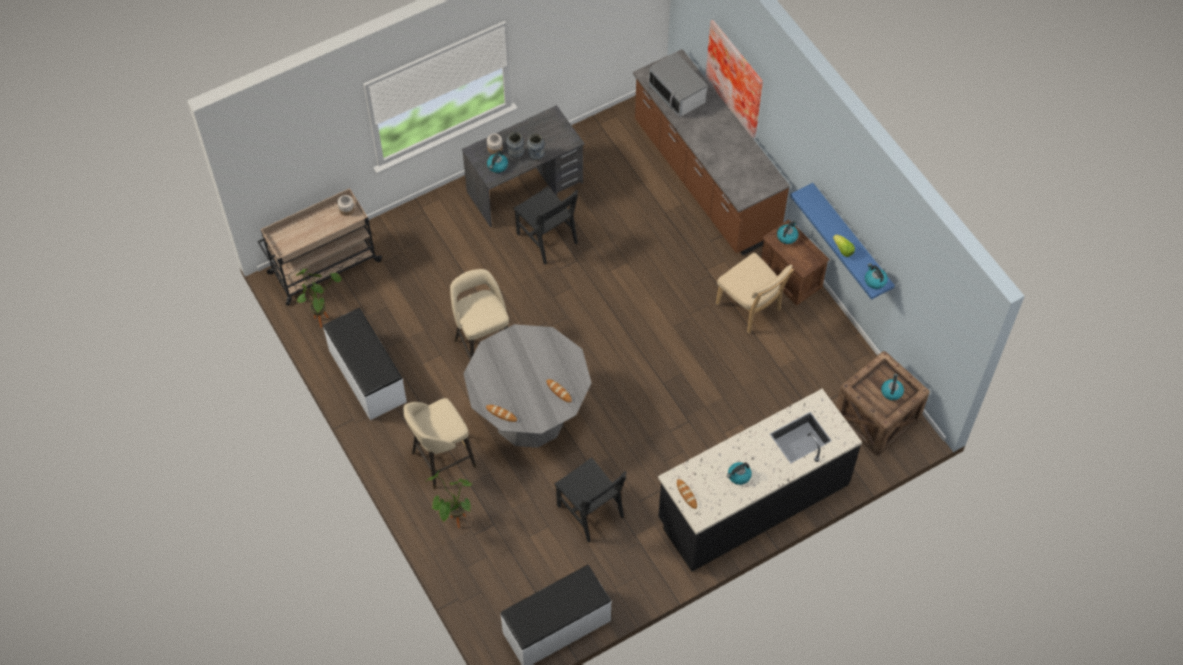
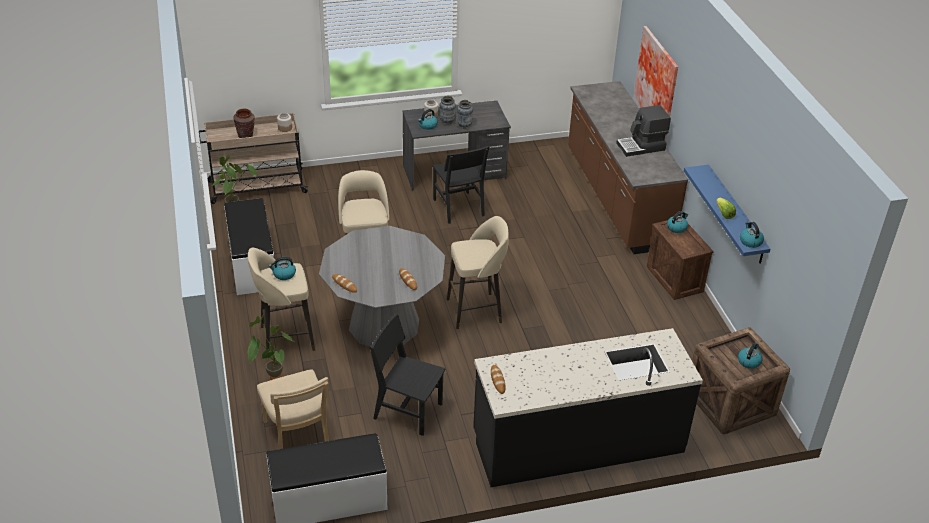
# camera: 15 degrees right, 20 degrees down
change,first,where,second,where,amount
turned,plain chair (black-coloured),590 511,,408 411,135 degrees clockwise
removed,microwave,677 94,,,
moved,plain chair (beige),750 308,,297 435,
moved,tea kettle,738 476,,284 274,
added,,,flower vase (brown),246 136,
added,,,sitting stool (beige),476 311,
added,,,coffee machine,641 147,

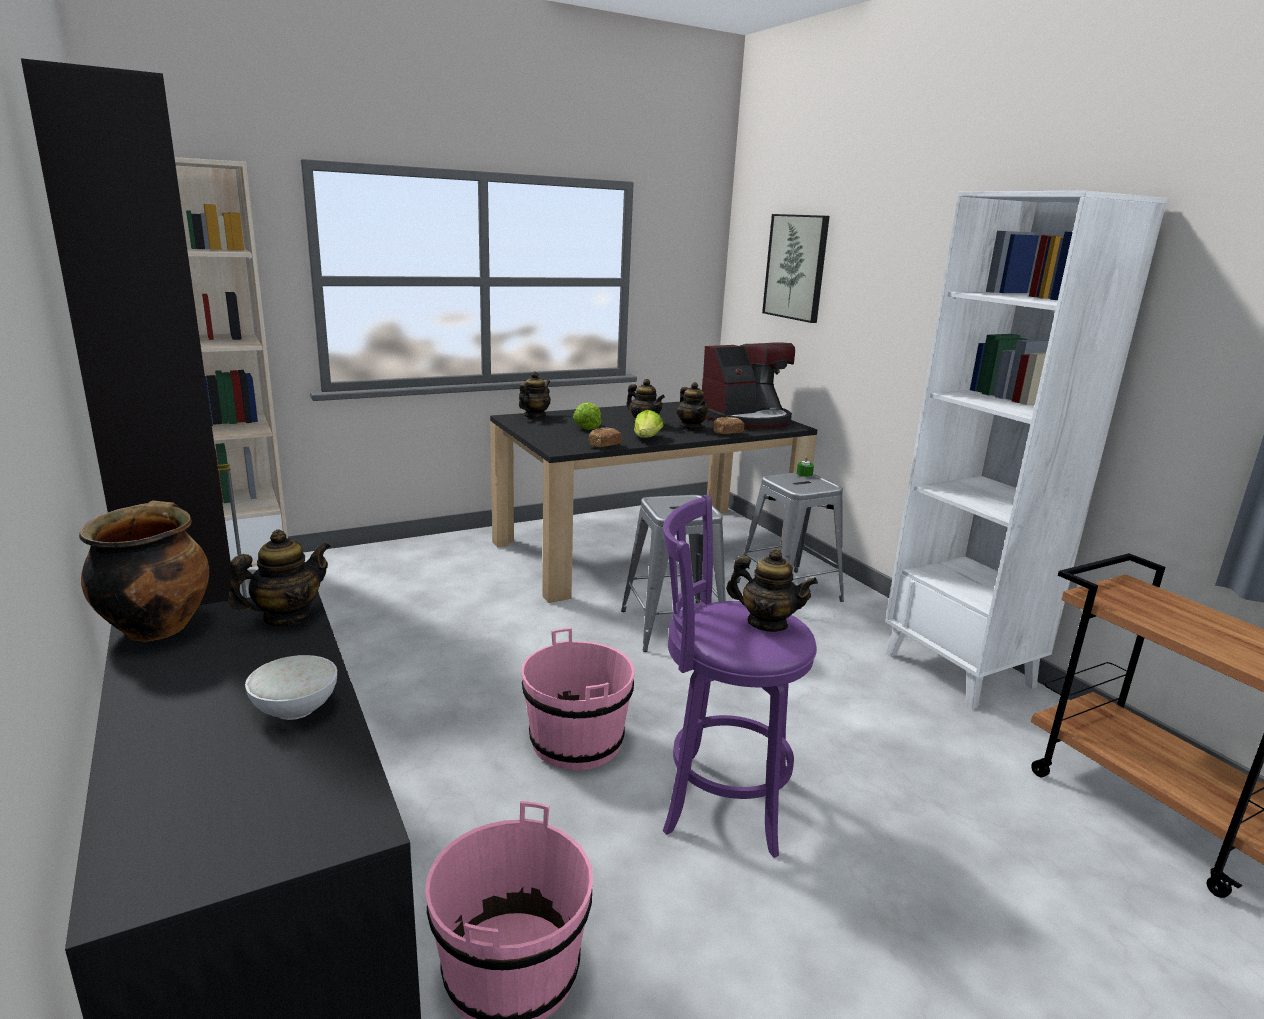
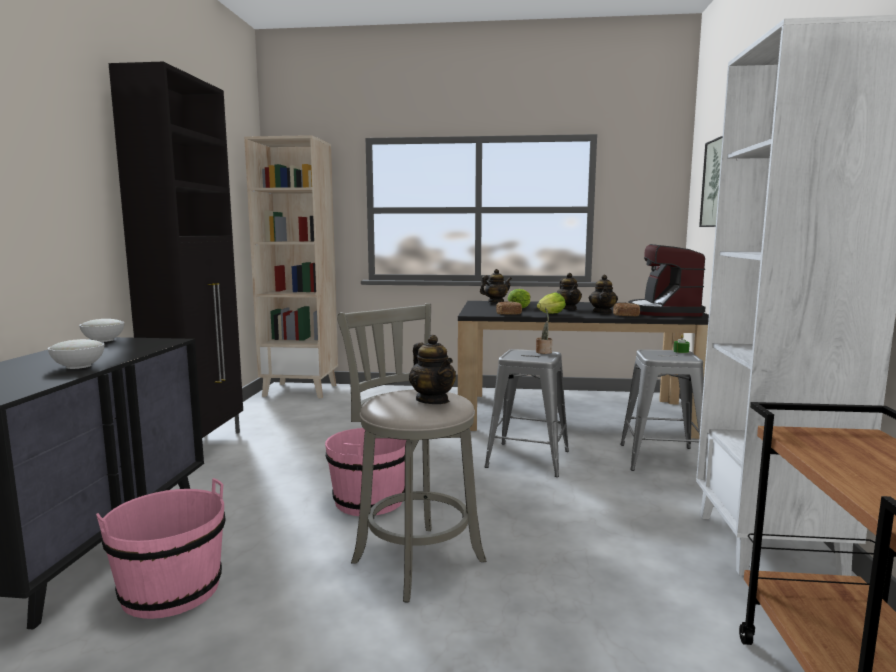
# camera: 35 degrees right, 10 degrees down
change,first,where,second,where,amount
replaced,cooking pot,157 626,bowl (whitish),103 340,
removed,tea pot,286 617,,,
recoloured,sitting stool (purple),719 800,sitting stool (greyish),414 558,
turned,coffee machine,746 419,,664 312,90 degrees clockwise
added,,,plant in a pot,544 352,

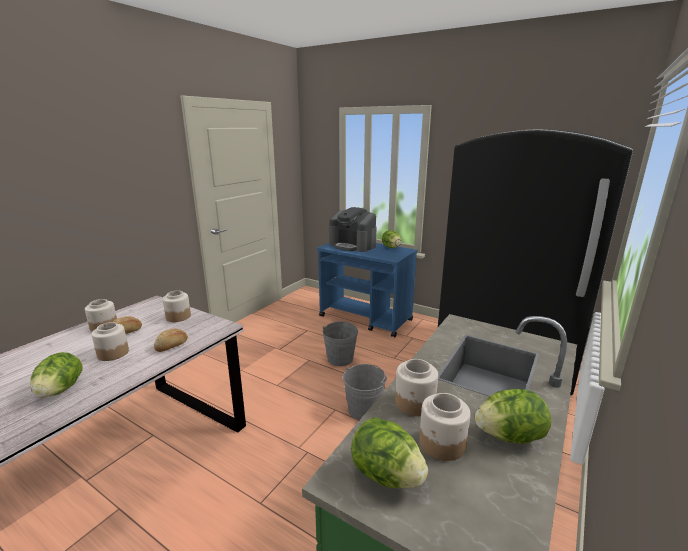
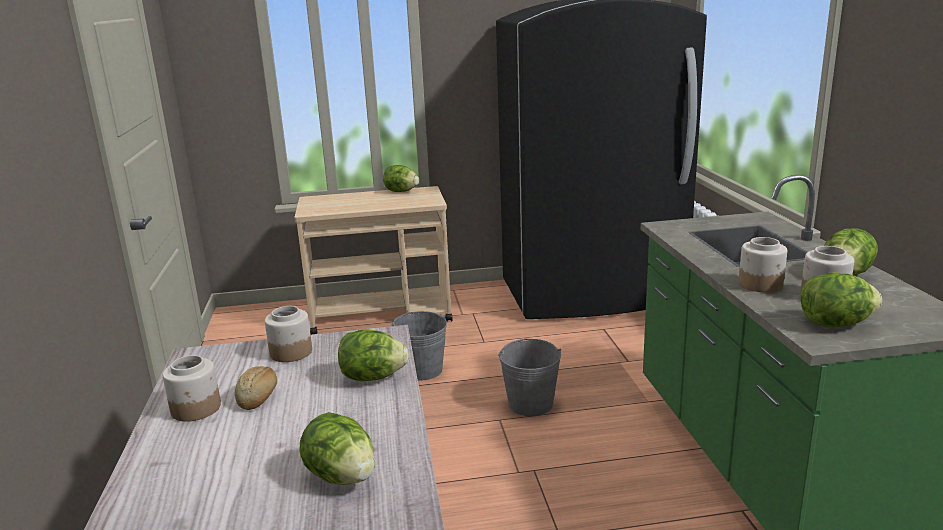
# camera: 40 degrees left, 0 degrees up
change,first,where,second,where,amount
removed,storage jar,113 353,,,
replaced,bakery bread,172 346,lettuce,372 377,
recoloured,trolley (blue-coloured),366 318,trolley (beige),382 315,
removed,coffee machine,353 245,,,

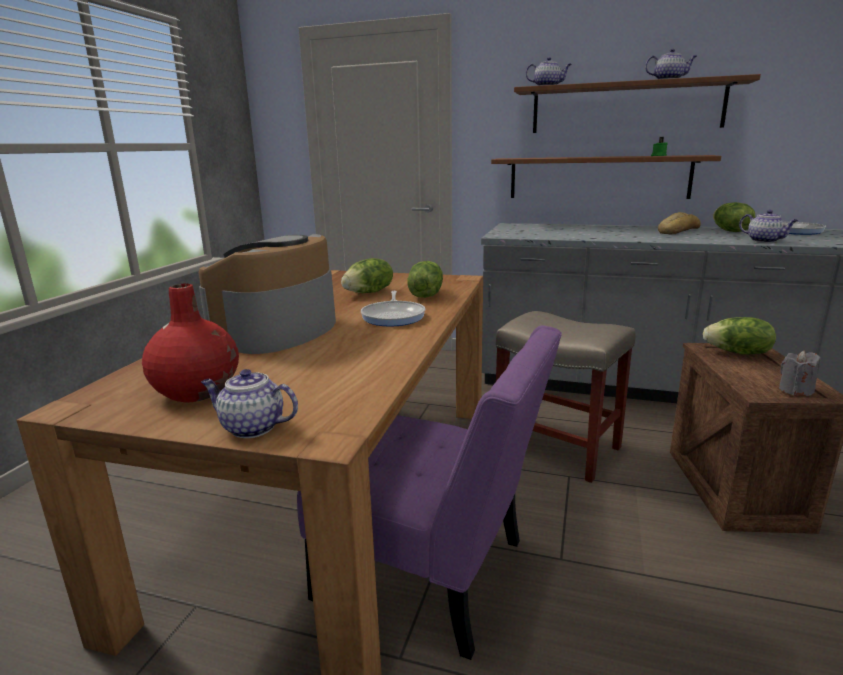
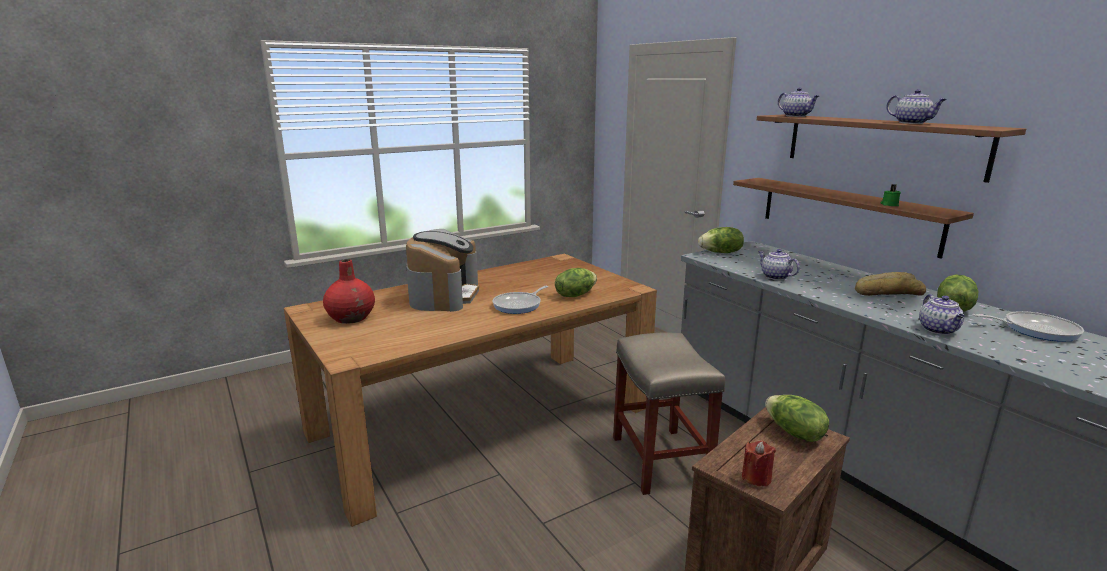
# camera: 40 degrees right, 0 degrees up
change,first,where,second,where,amount
turned,coffee machine,277 331,,444 295,120 degrees clockwise
moved,tea pot,251 428,,775 276,
removed,plain chair (purple),433 574,,,
moved,lettuce,369 292,,721 253,
recoloured,candle (greyish),795 390,candle (reddish),756 478,

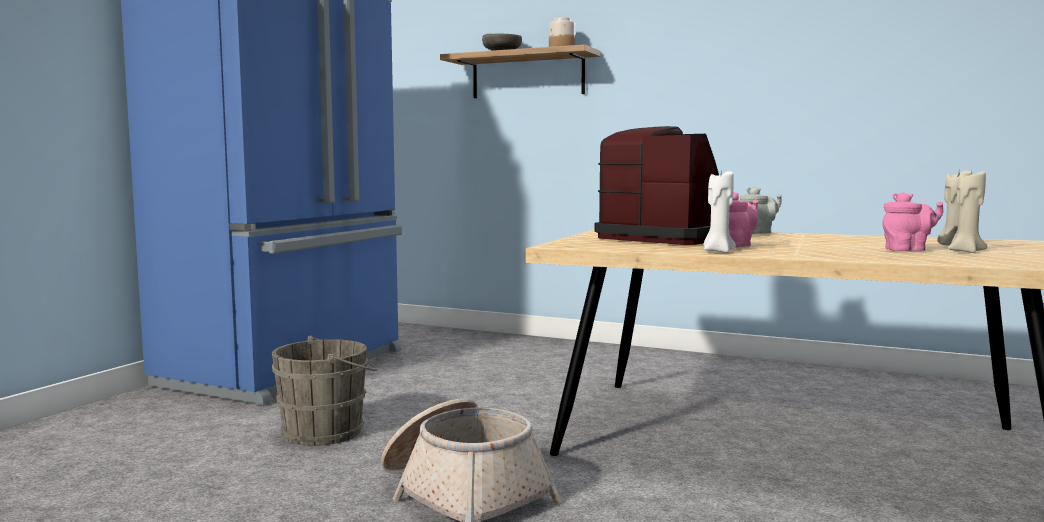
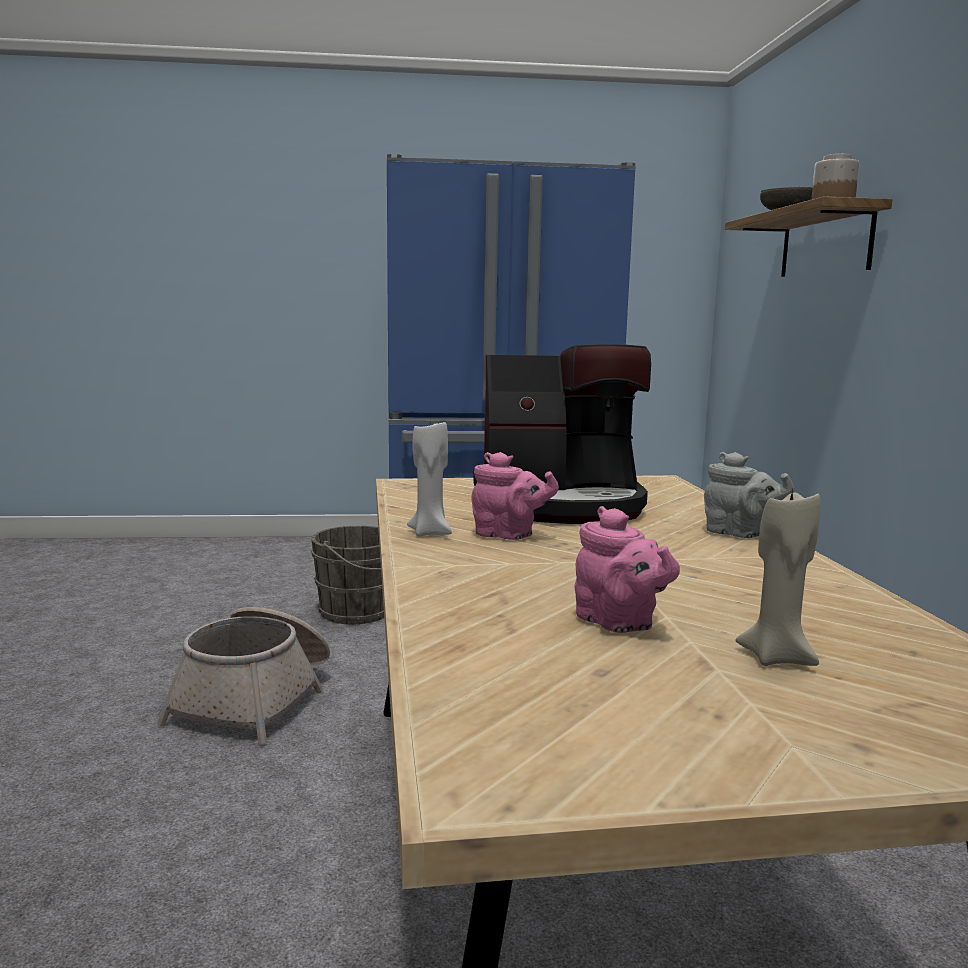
# camera: 60 degrees right, 5 degrees up
change,first,where,second,where,amount
turned,coffee machine,663 238,,560 504,75 degrees clockwise
removed,candle (beige),965 251,,,

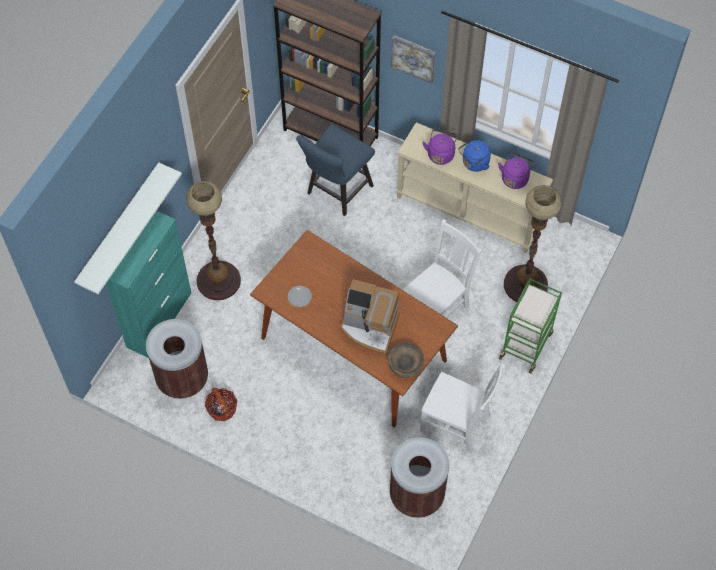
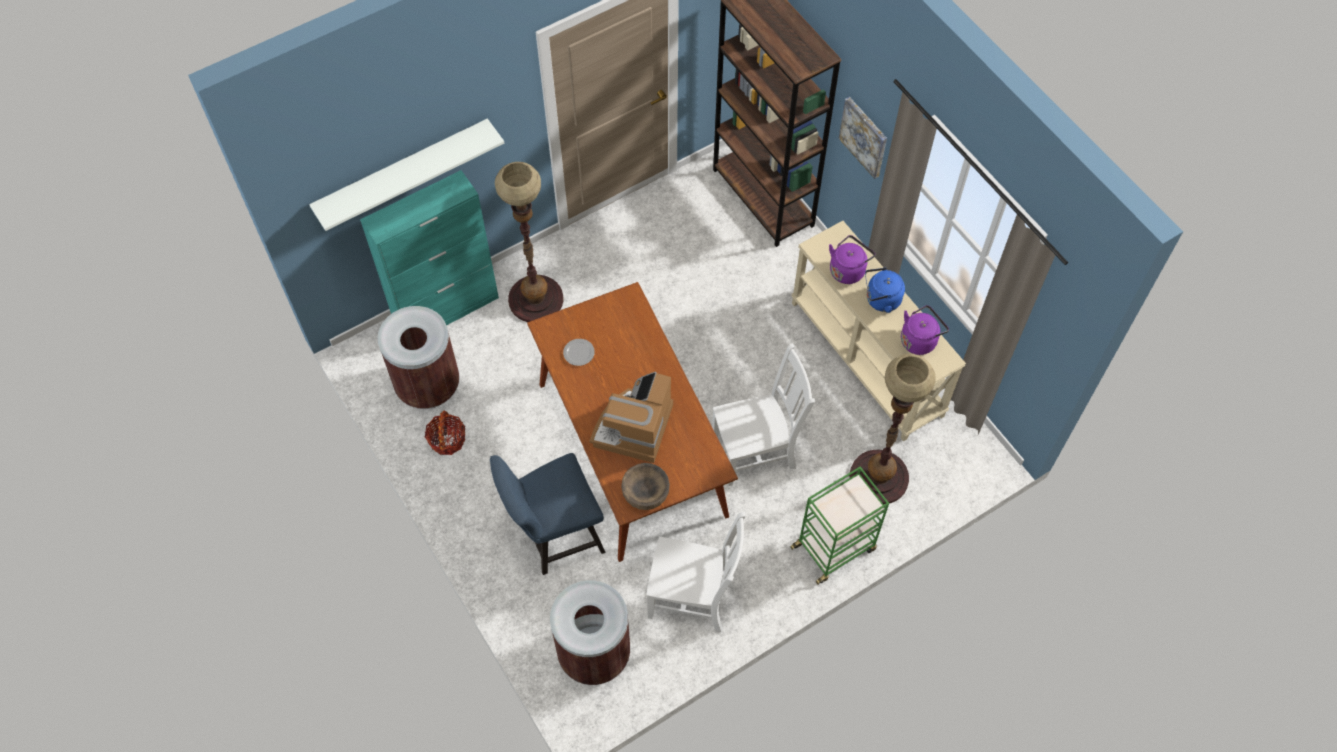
# camera: 30 degrees right, 0 degrees up
change,first,where,second,where,amount
moved,plain chair (blue-coloured),336 192,,554 537,
turned,coffee machine,369 327,,634 427,60 degrees clockwise
turned,plain chair (whitish),457 424,,693 597,45 degrees counterclockwise

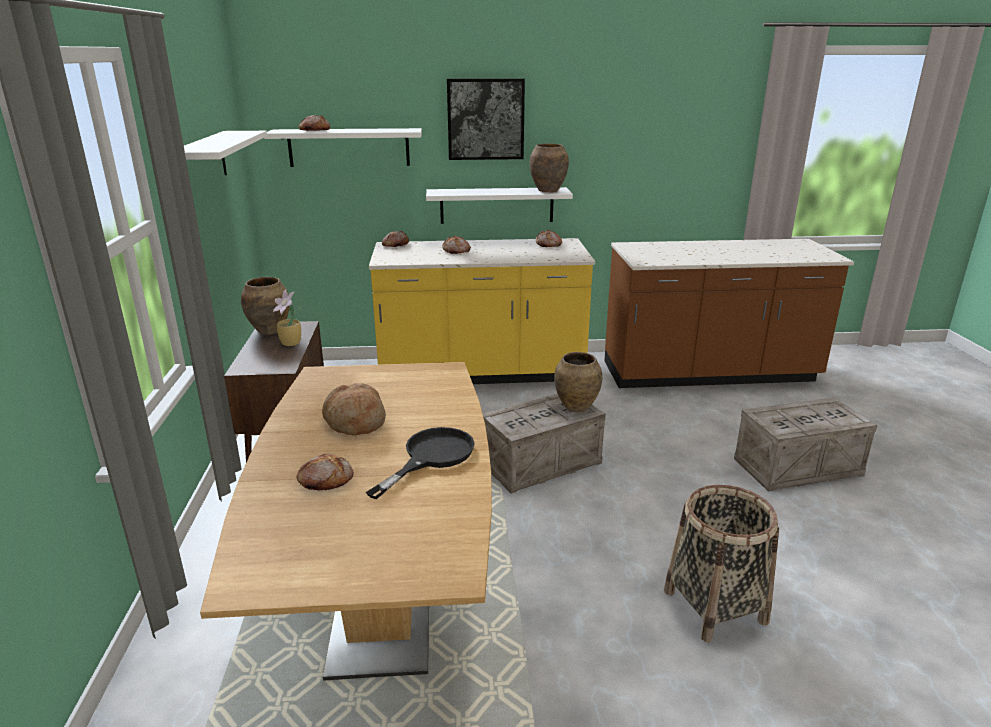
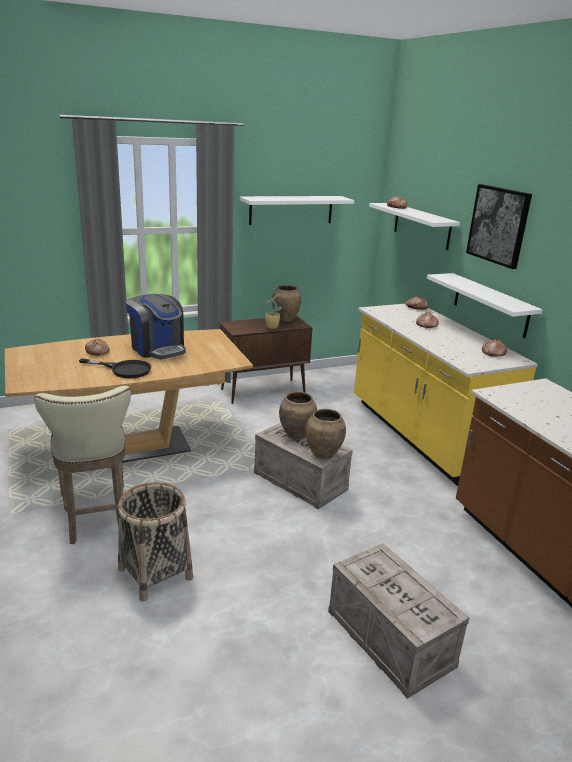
# camera: 70 degrees right, 0 degrees up
change,first,where,second,where,amount
replaced,bakery bread,354 421,coffee machine,158 349,
moved,flower vase (brown),548 191,,297 435,
added,,,sitting stool (beige),95 517,

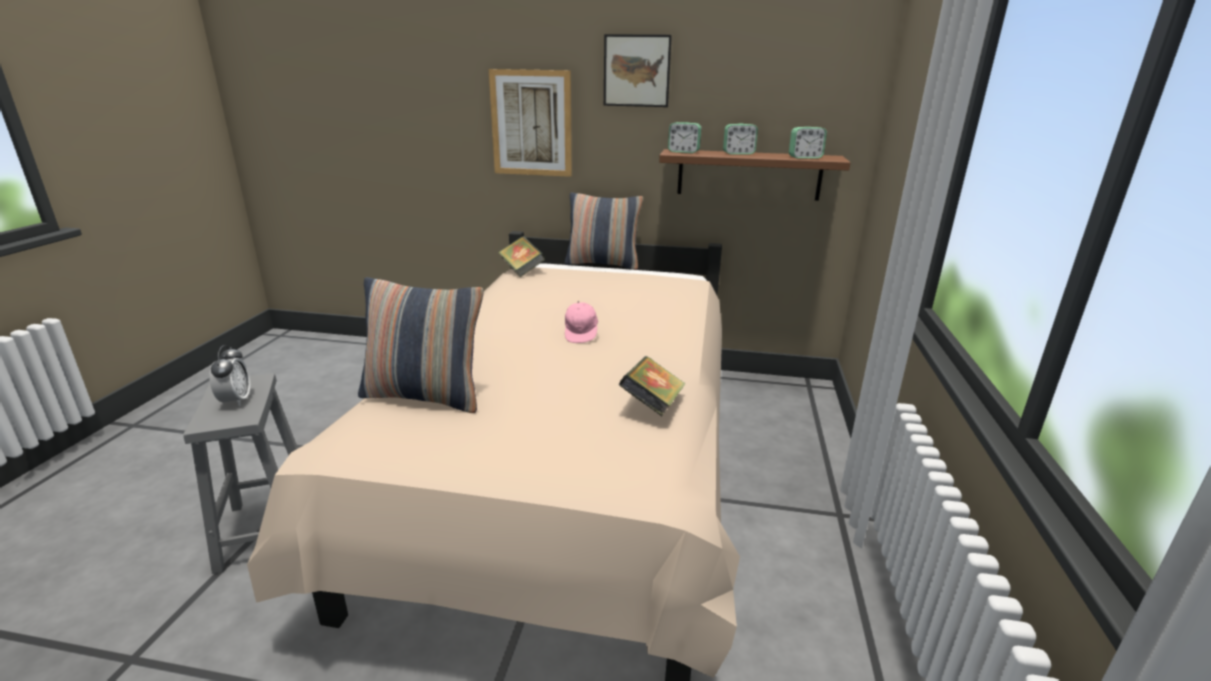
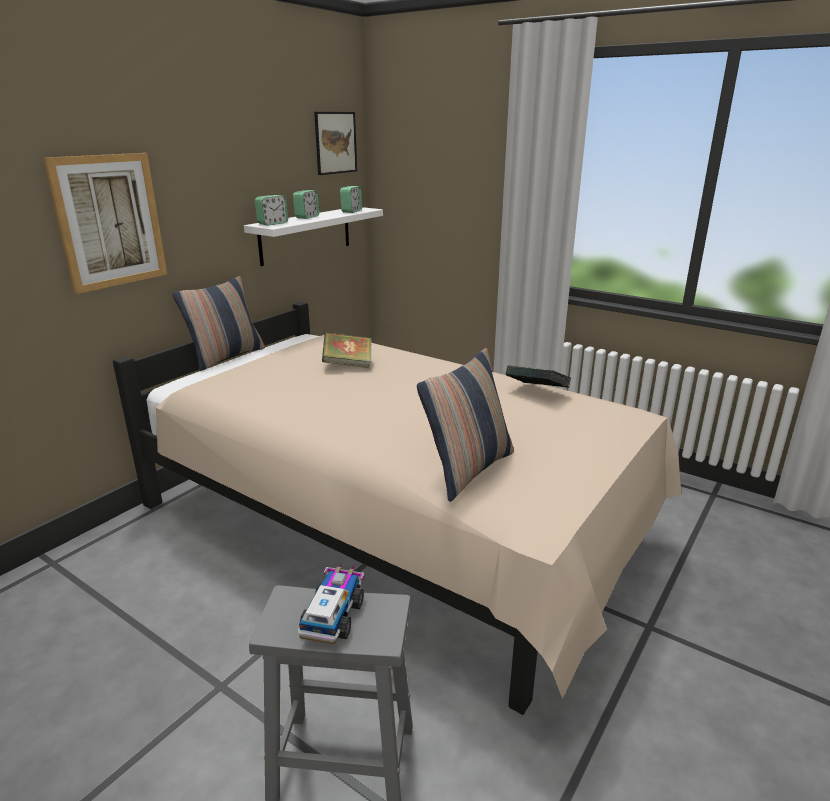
# camera: 65 degrees left, 0 degrees up
change,first,where,second,where,amount
replaced,alarm clock,236 400,toy truck,333 615,
moved,book,522 270,,348 364,
removed,cap (pink-coloured),581 333,,,
moved,picture,636 71,,335 143,
recoloured,shelf (brown),749 174,shelf (whitish),306 235,

